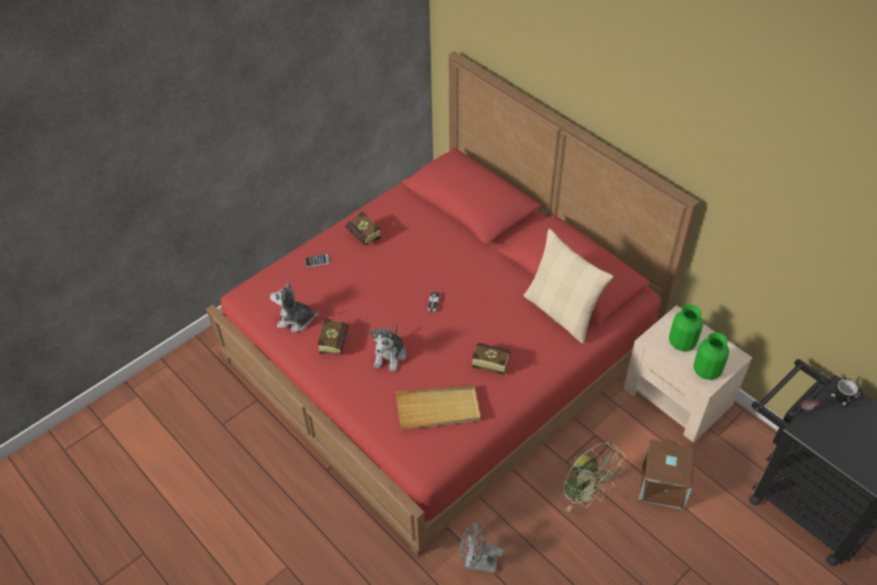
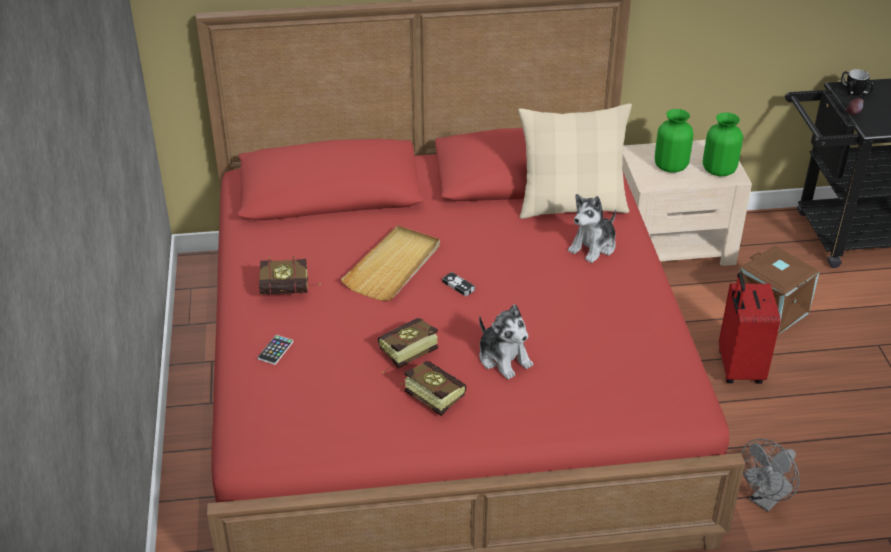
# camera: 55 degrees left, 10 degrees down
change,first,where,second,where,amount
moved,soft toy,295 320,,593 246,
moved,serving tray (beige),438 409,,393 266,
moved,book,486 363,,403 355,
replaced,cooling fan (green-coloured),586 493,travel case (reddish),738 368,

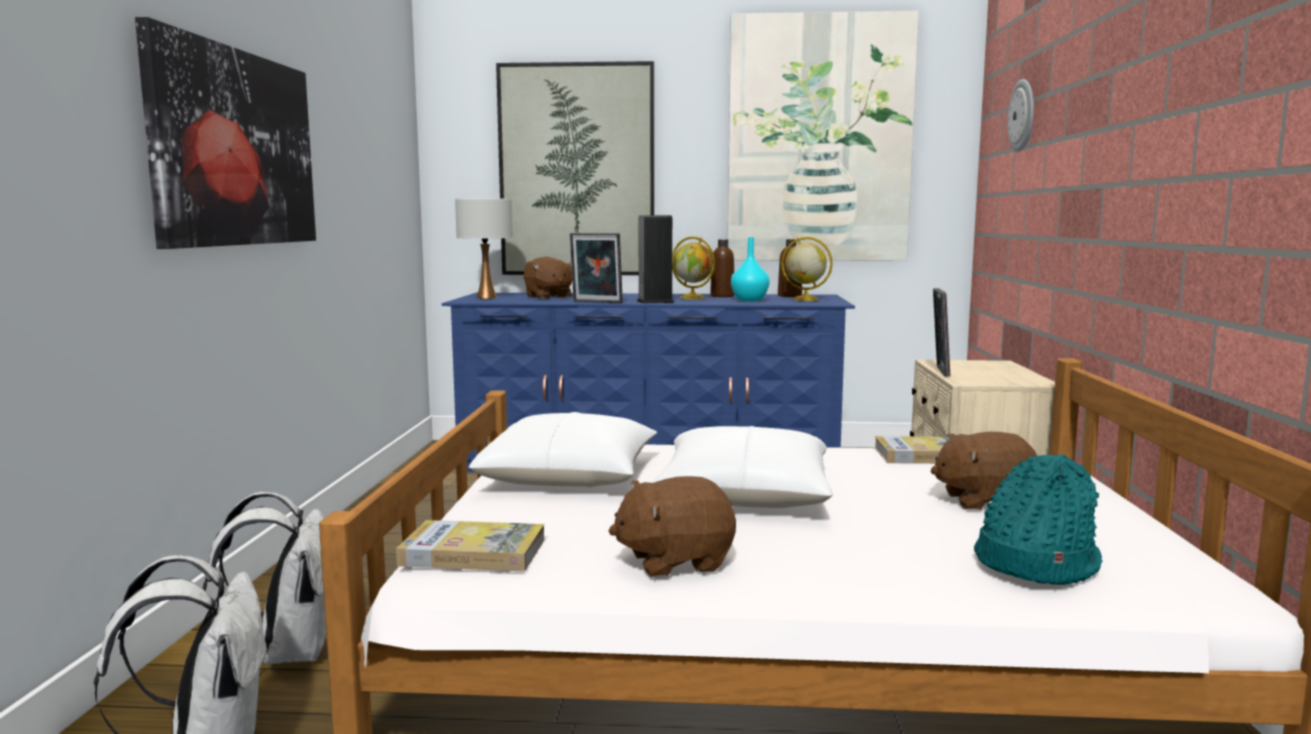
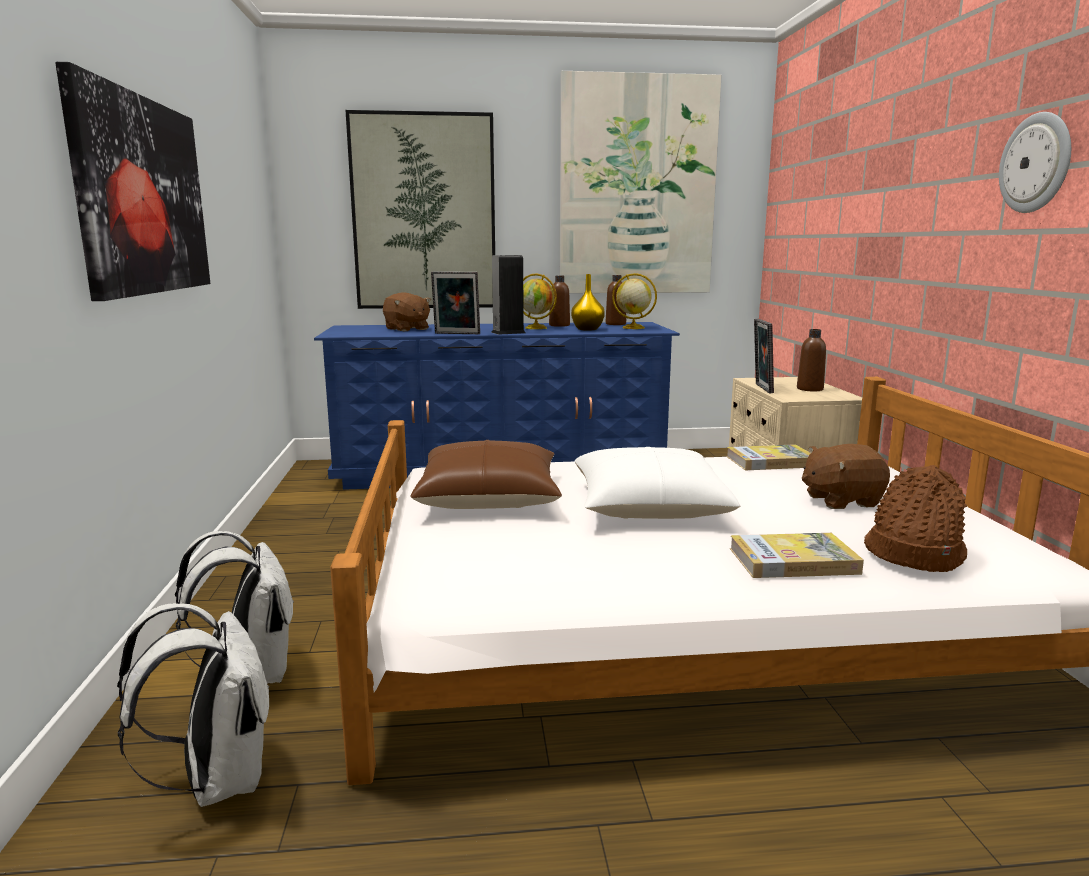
# camera: 10 degrees left, 5 degrees up
change,first,where,second,where,amount
moved,book,473 552,,793 561,
removed,lamp for a table (whitish),486 297,,,
recoloured,cushion (whitish),570 476,cushion (brown),489 497,
removed,soft toy (brown),674 561,,,
recoloured,flower vase (turquoise-coloured),748 300,flower vase (yellow),586 329,
recoloured,clothing hat (turquoise-coloured),1034 562,clothing hat (brown),912 553,
moved,wall clock,1023 115,,1036 163,
added,,,drink bottle (brown),810 389,

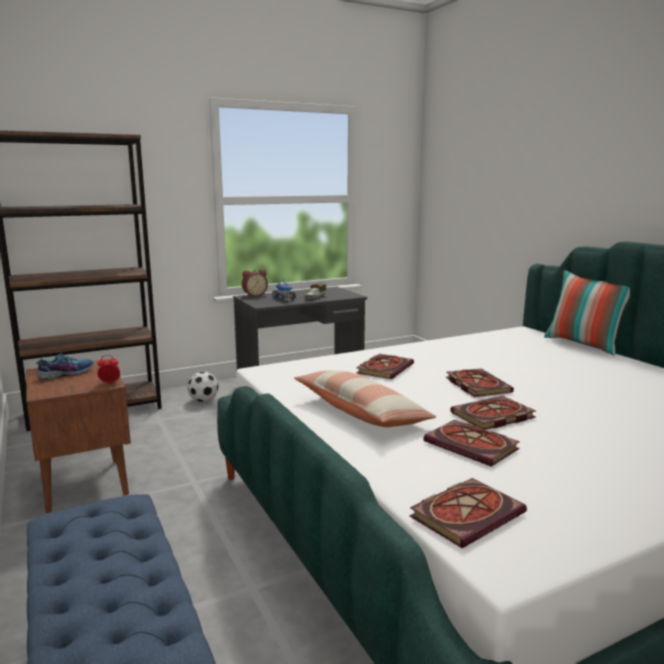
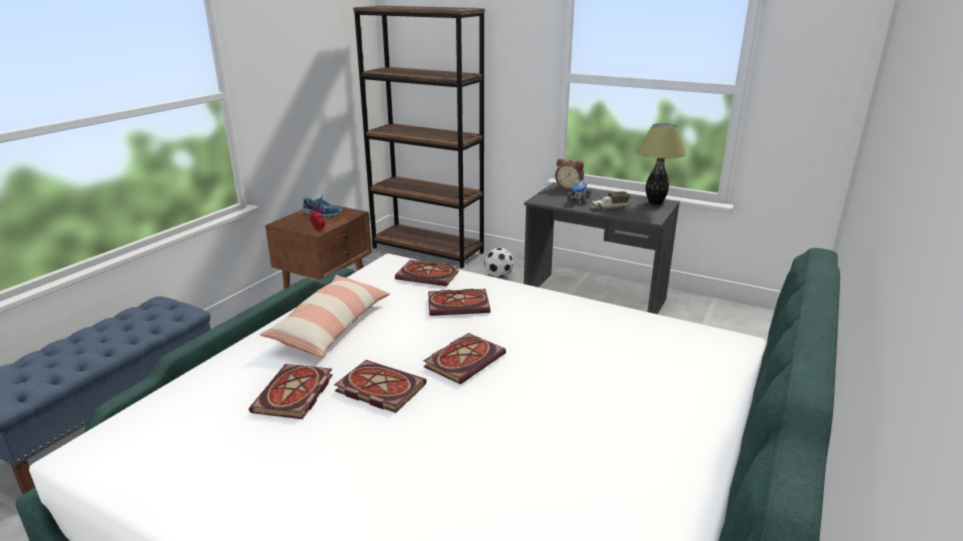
# camera: 55 degrees right, 10 degrees up
change,first,where,second,where,amount
moved,book,467 514,,429 275,
removed,cushion,584 344,,,
added,,,lamp for a table,654 203,

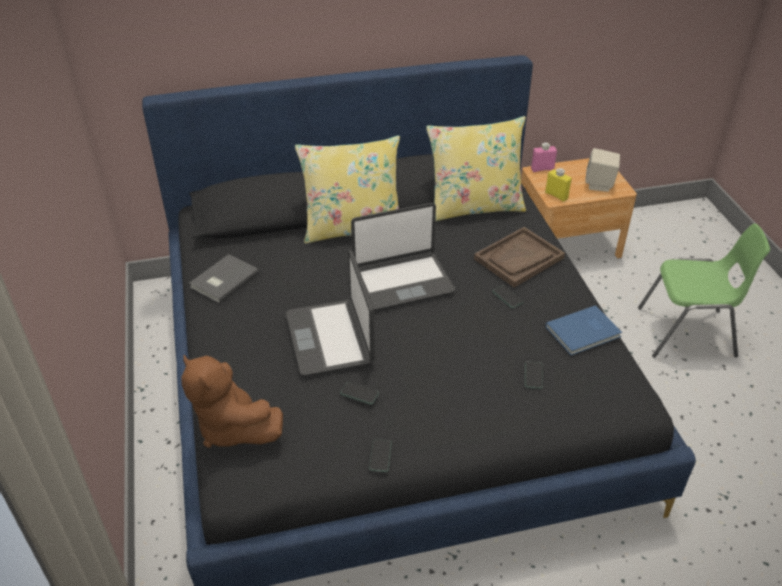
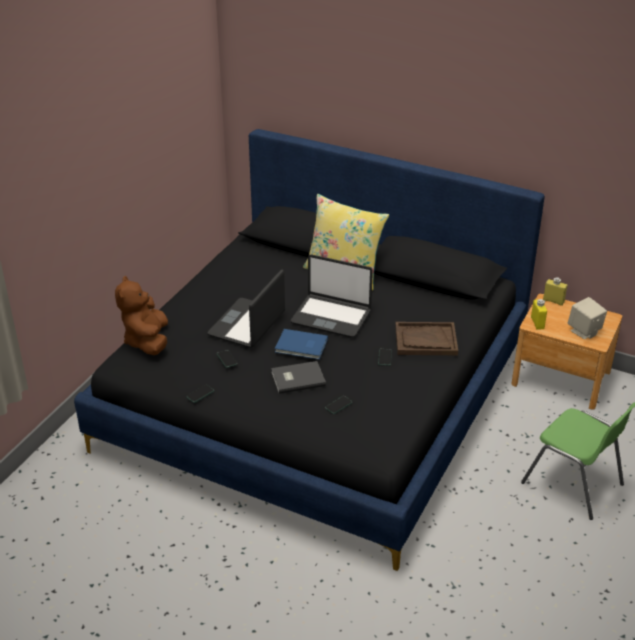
# camera: 40 degrees right, 5 degrees down
change,first,where,second,where,amount
moved,book (greyish),223 280,,297 378,
removed,cushion (yellow),474 207,,,
recoloured,drink bottle (pink-coloured),542 169,drink bottle (yellow),553 301,
moved,book (blue-coloured),584 332,,301 346,

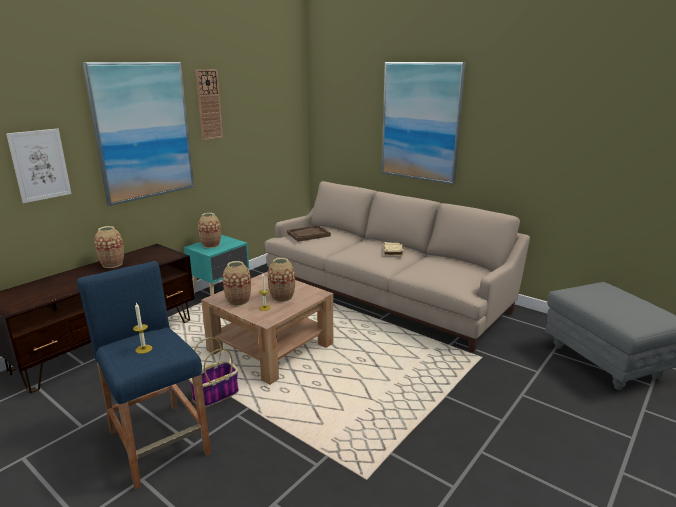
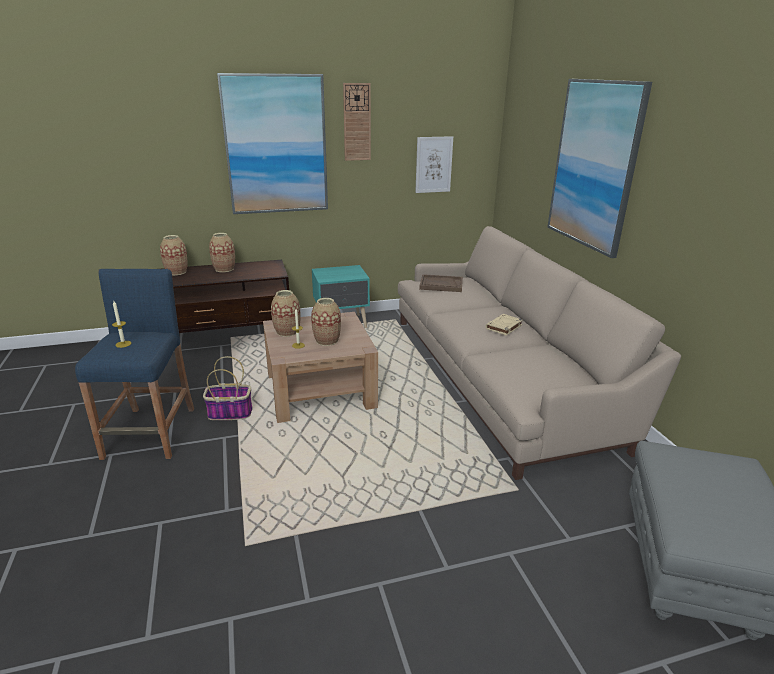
# camera: 35 degrees right, 5 degrees up
change,first,where,second,where,amount
moved,picture,40 165,,433 164,
moved,flower vase,211 245,,177 272,

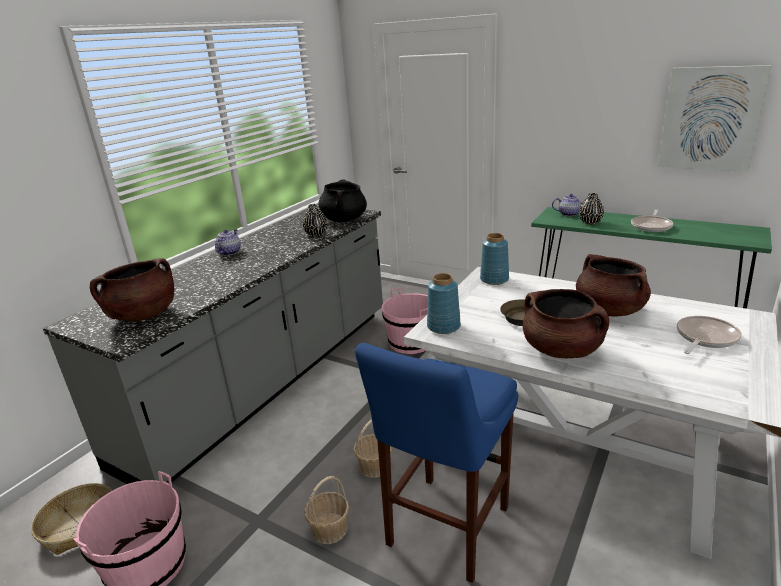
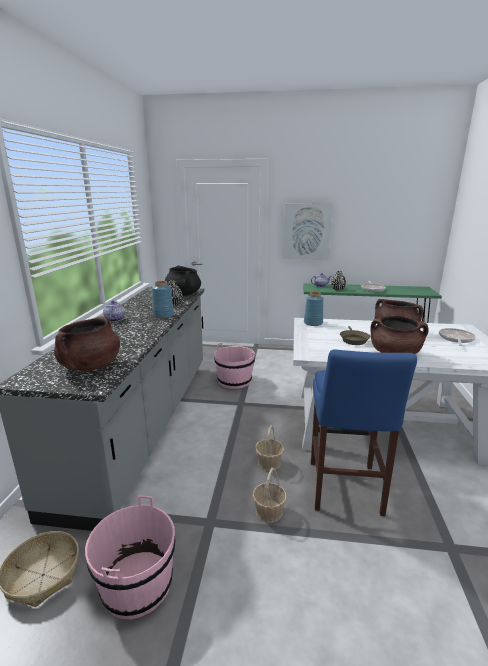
# camera: 25 degrees left, 5 degrees down
change,first,where,second,where,amount
moved,flower vase (blue-coloured),443 326,,163 315,
moved,picture,710 119,,306 231,

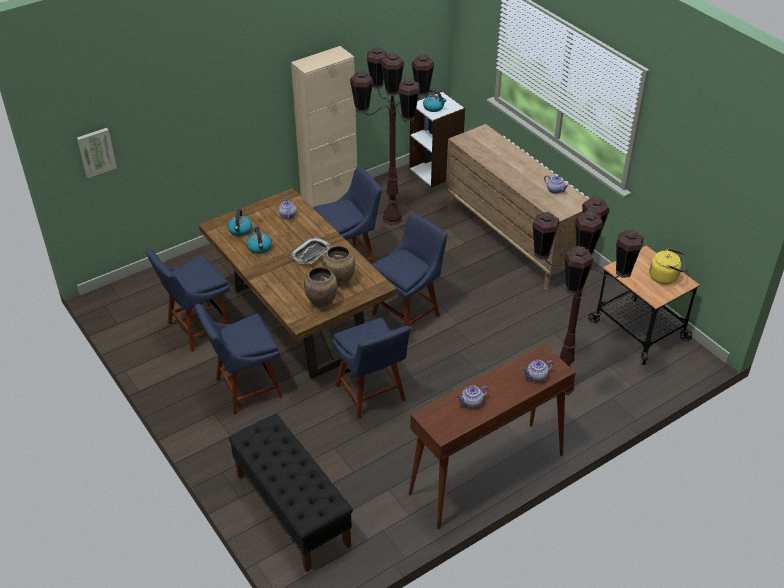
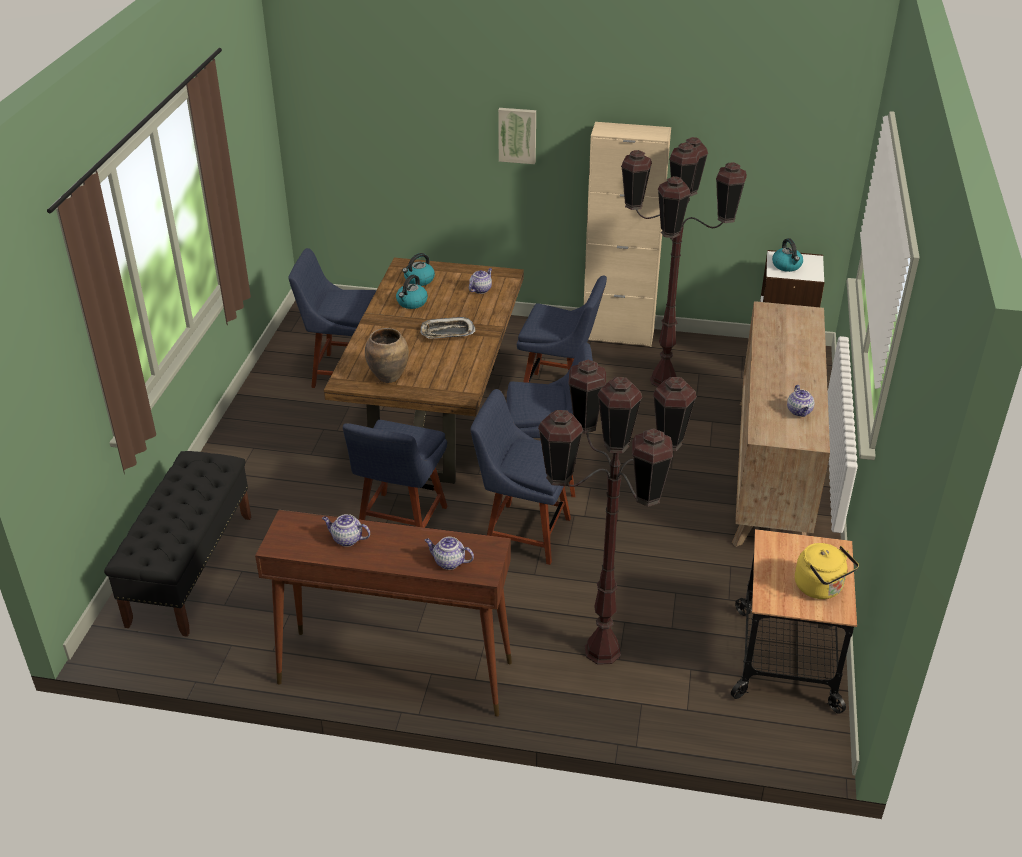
# camera: 45 degrees right, 5 degrees down
change,first,where,second,where,amount
moved,picture,96 152,,517 135,
moved,plain chair (blue-coloured),245 389,,523 532,
removed,flower vase (brown),339 281,,,

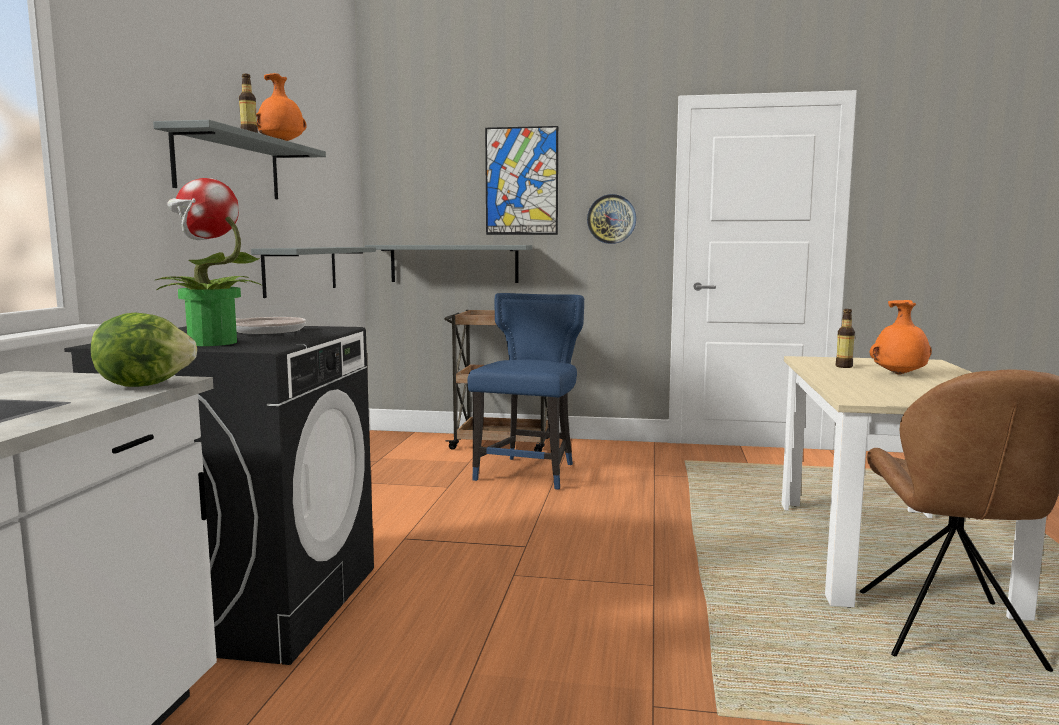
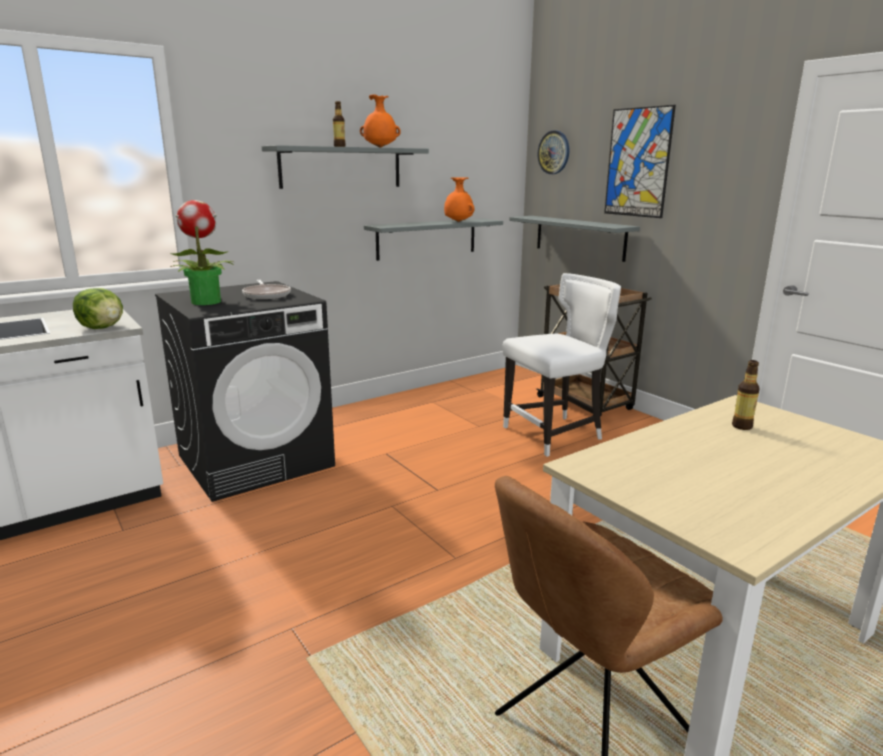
# camera: 45 degrees right, 10 degrees up
change,first,where,second,where,amount
recoloured,plain chair (blue-coloured),529 472,plain chair (whitish),555 434,
moved,wall clock,611 219,,554 152,
moved,flower vase (orangey),900 374,,458 221,

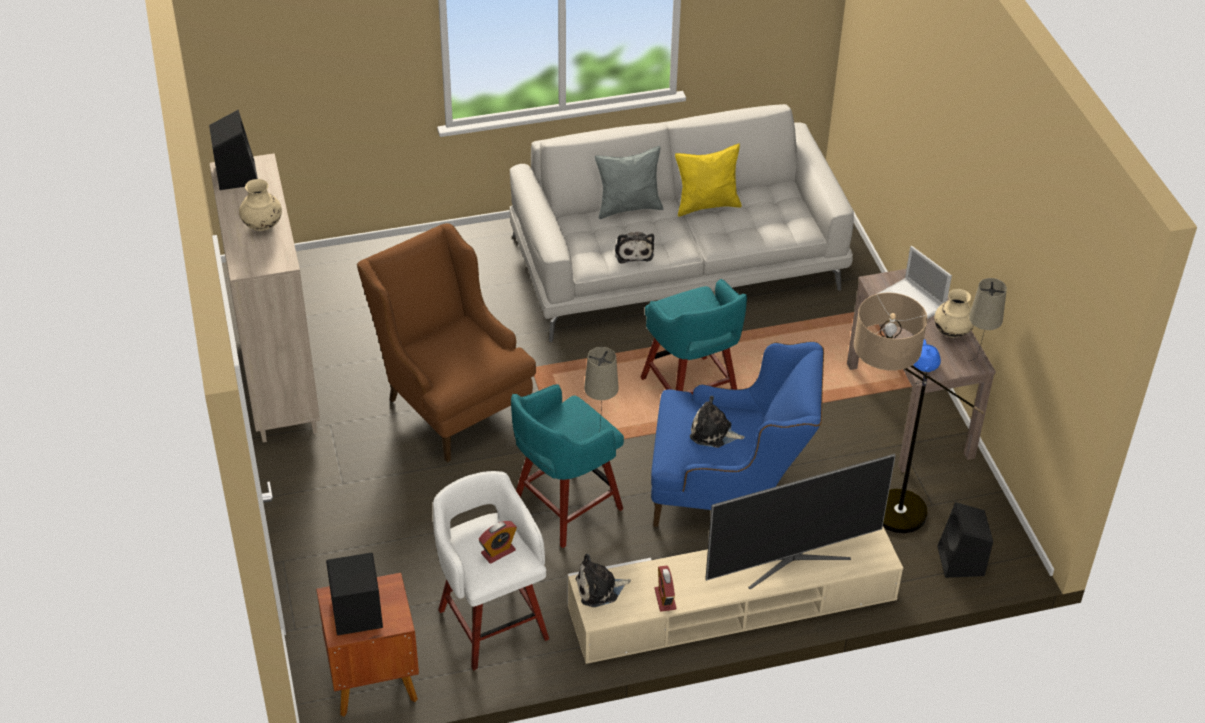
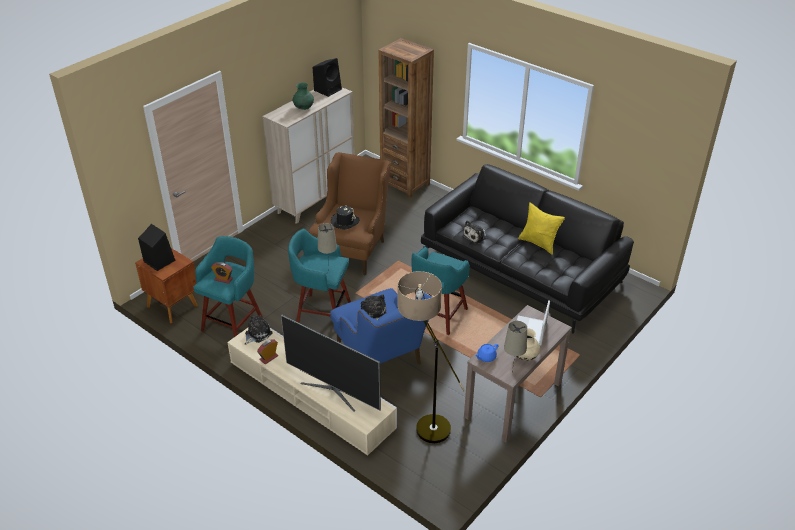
# camera: 55 degrees right, 5 degrees down
change,first,where,second,where,amount
recoloured,flower vase (beige),262 226,flower vase (green-coloured),303 108,
recoloured,sitting stool (whitish),492 621,sitting stool (turquoise-coloured),233 323,
recoloured,sofa (whitish),678 263,sofa (black-coloured),521 270,
turned,soft toy,599 589,,257 334,90 degrees clockwise
removed,cushion (greyish),628 207,,,
removed,speaker (black-coloured),961 562,,,
added,,,clothing hat (black-coloured),344 221,
added,,,bookcase (brown),405 184,

